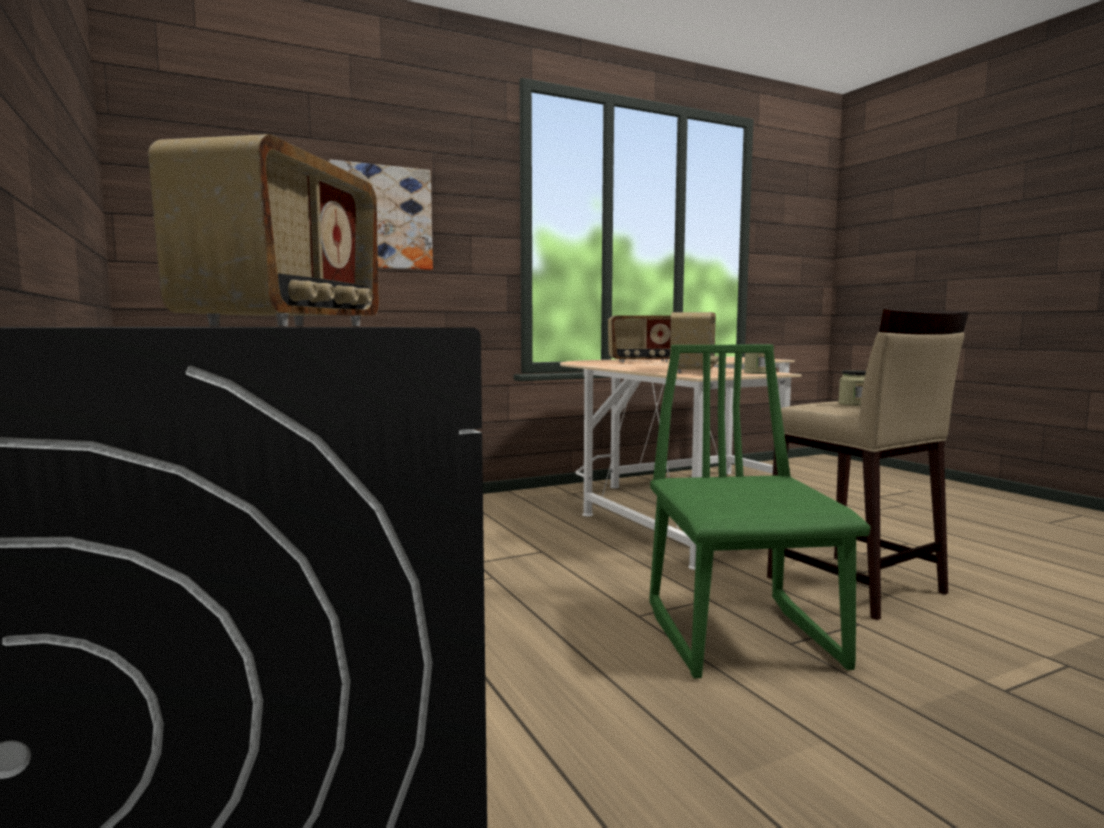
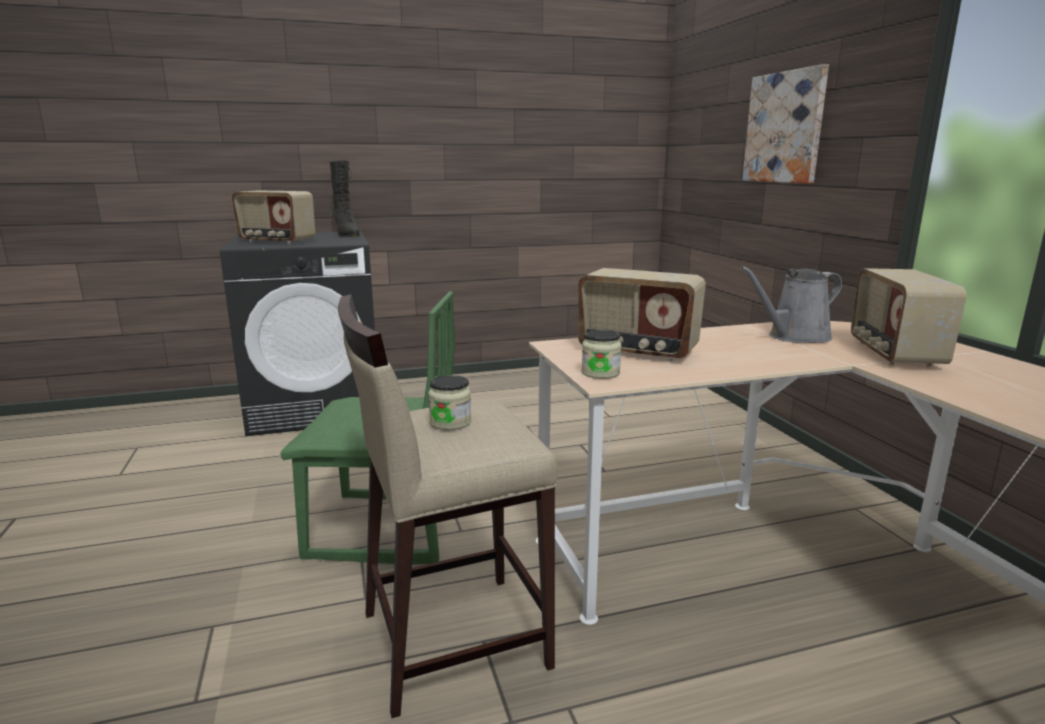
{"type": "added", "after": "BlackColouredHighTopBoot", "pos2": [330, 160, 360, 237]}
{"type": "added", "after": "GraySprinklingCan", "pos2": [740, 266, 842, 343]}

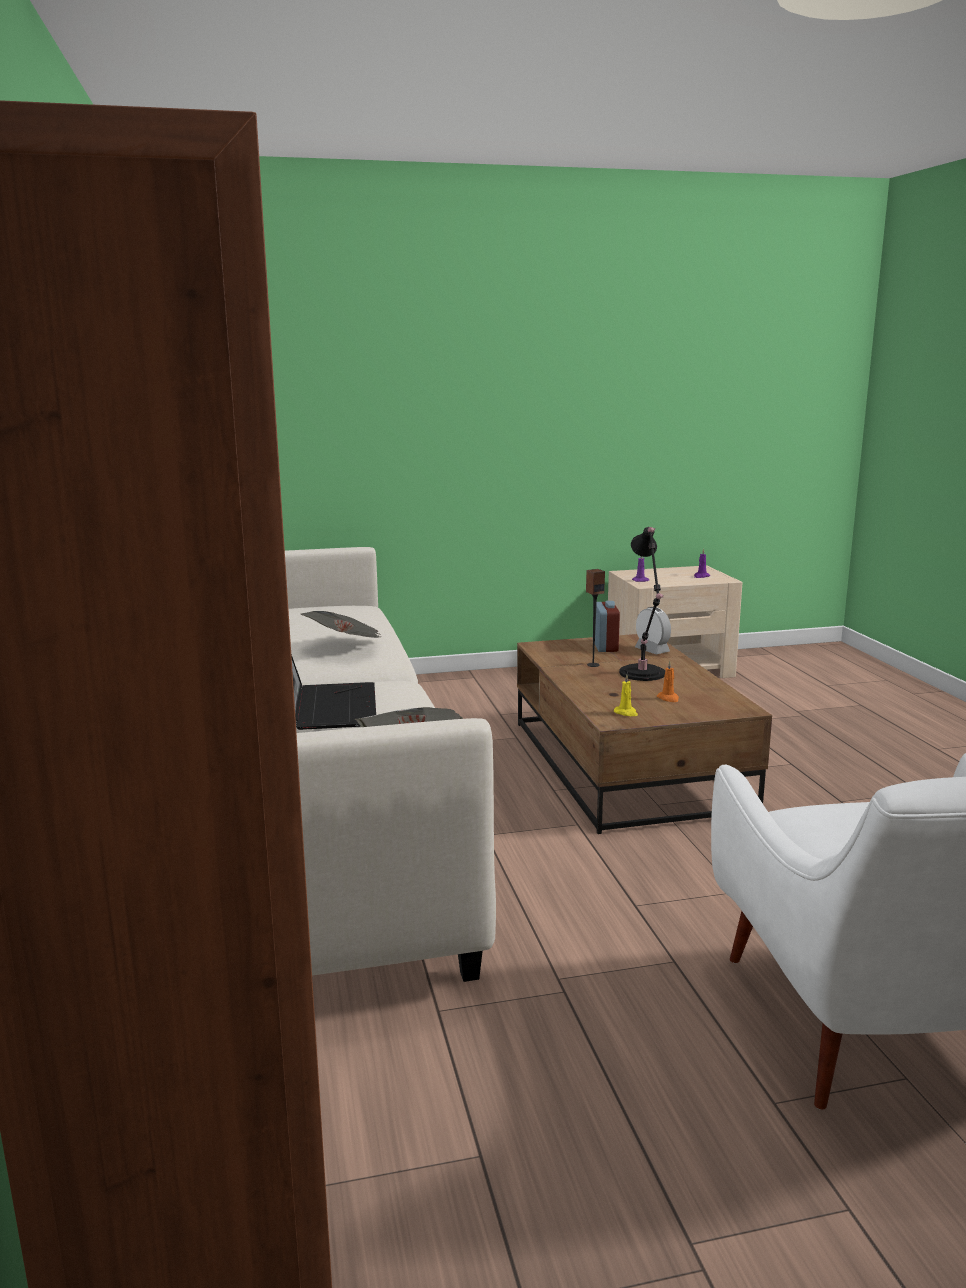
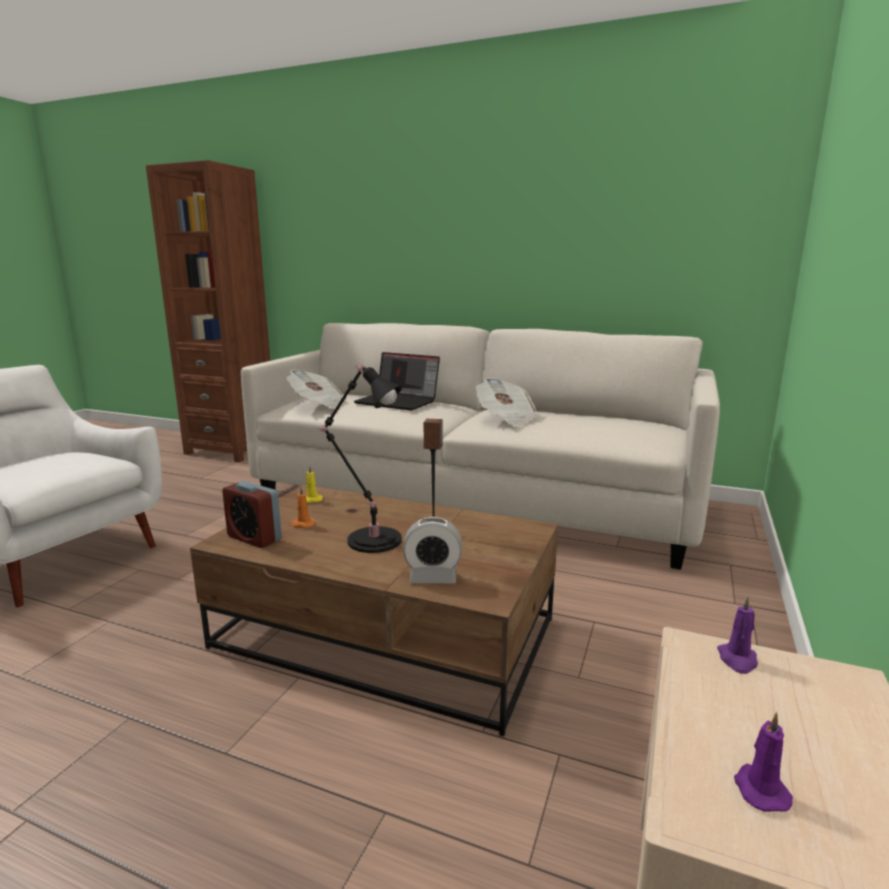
{"type": "moved", "before": "TableClock", "pos1": [595, 601, 620, 652], "pos2": [222, 481, 282, 548]}

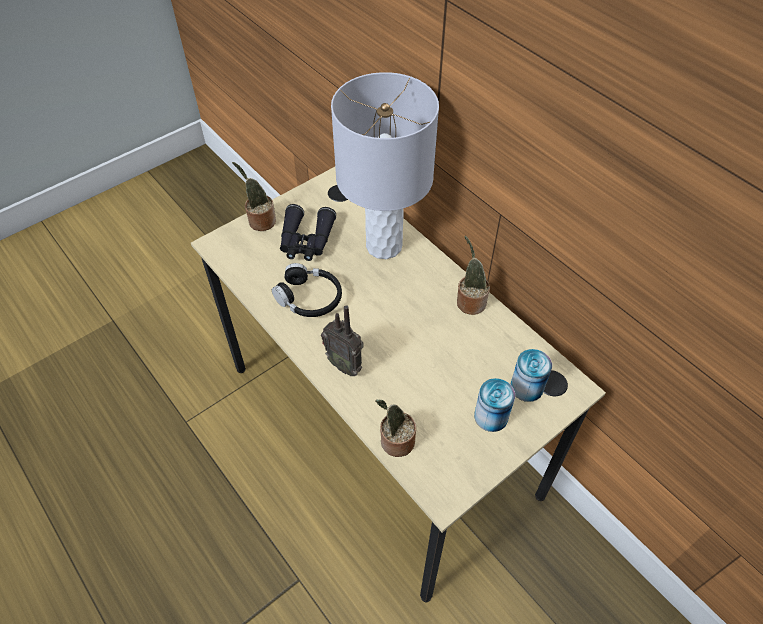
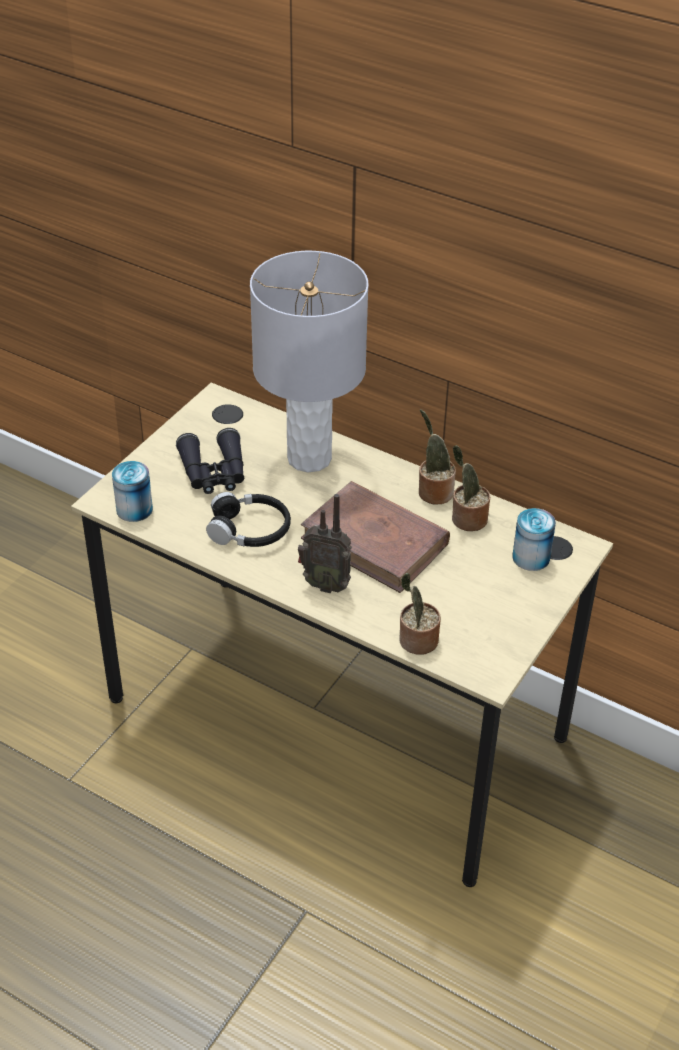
{"type": "moved", "before": "SealedCan", "pos1": [474, 378, 515, 432], "pos2": [112, 461, 153, 522]}
{"type": "added", "after": "BrownVolume", "pos2": [301, 481, 450, 593]}
{"type": "moved", "before": "PlantInAPot", "pos1": [232, 162, 276, 231], "pos2": [452, 445, 490, 531]}

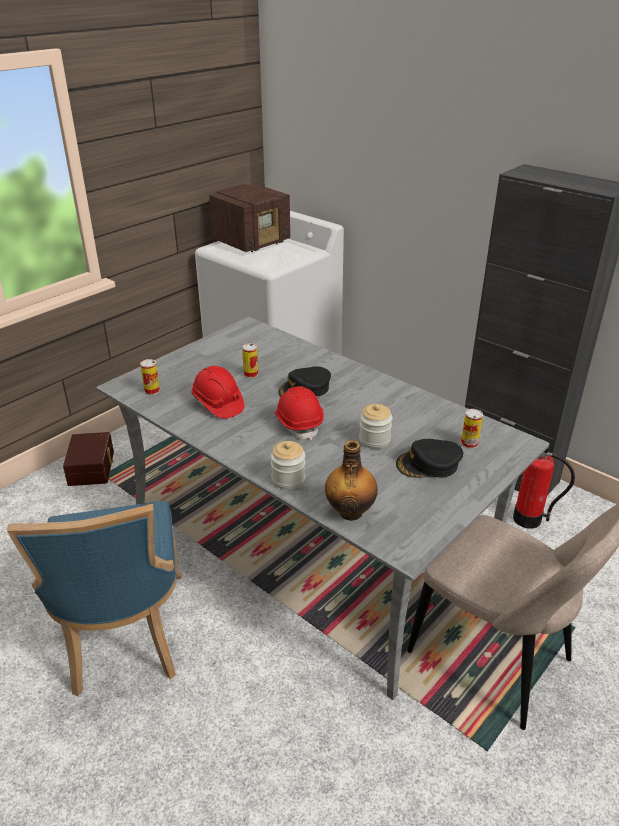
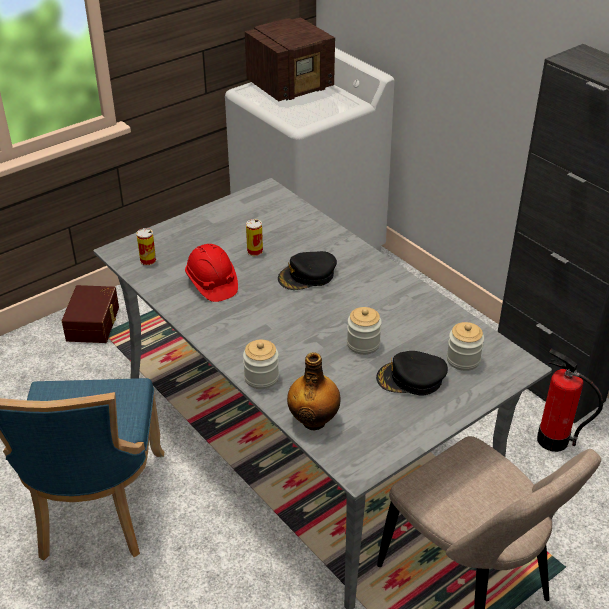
{"type": "replaced", "before": "SealedCan", "after": "StorageJar", "pos1": [461, 409, 483, 449], "pos2": [447, 322, 484, 371]}
{"type": "removed", "before": "RedSafetyHelmet", "pos1": [274, 387, 324, 440]}

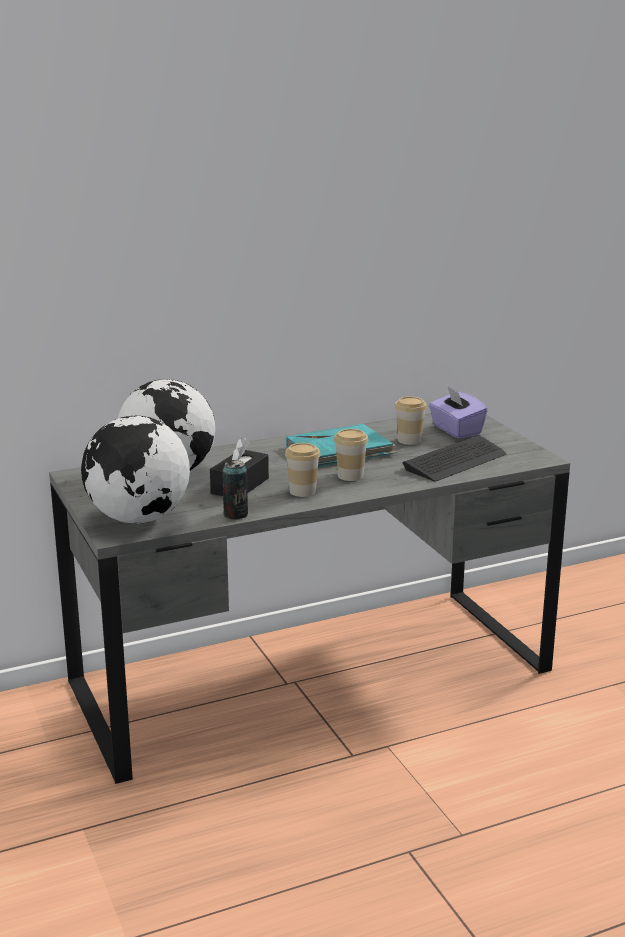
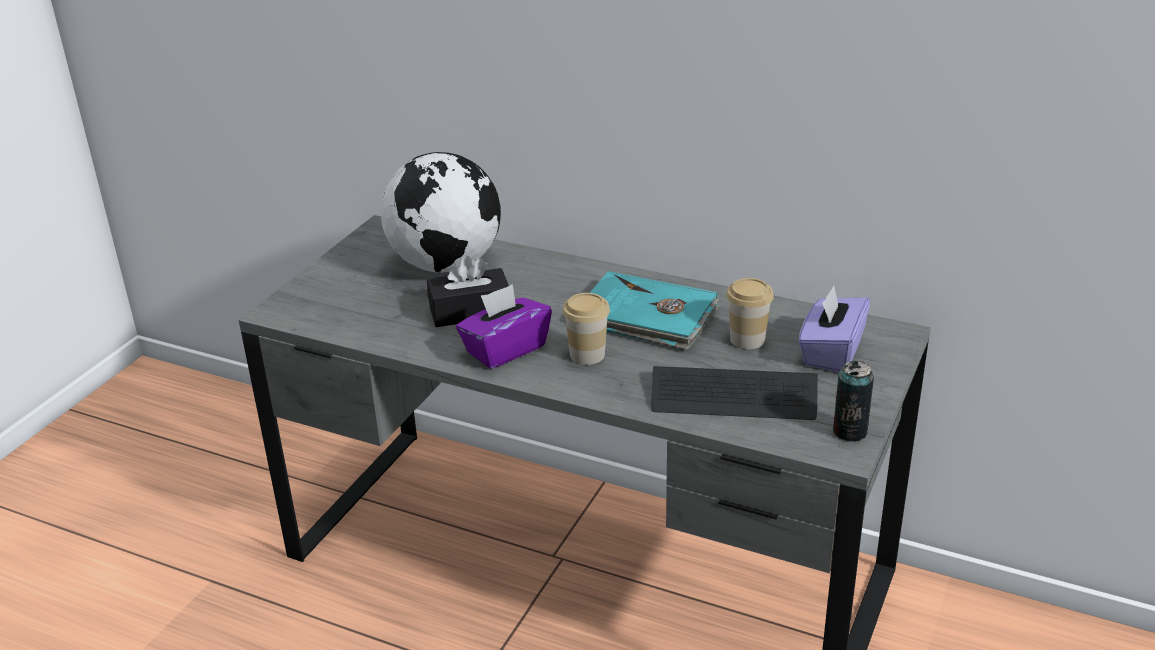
{"type": "replaced", "before": "DrinkingCup", "after": "PurplishTissueBox", "pos1": [285, 443, 321, 497], "pos2": [456, 284, 552, 369]}
{"type": "moved", "before": "SealedCan", "pos1": [222, 460, 248, 520], "pos2": [833, 361, 874, 442]}
{"type": "removed", "before": "WorldGlobe", "pos1": [81, 416, 190, 524]}

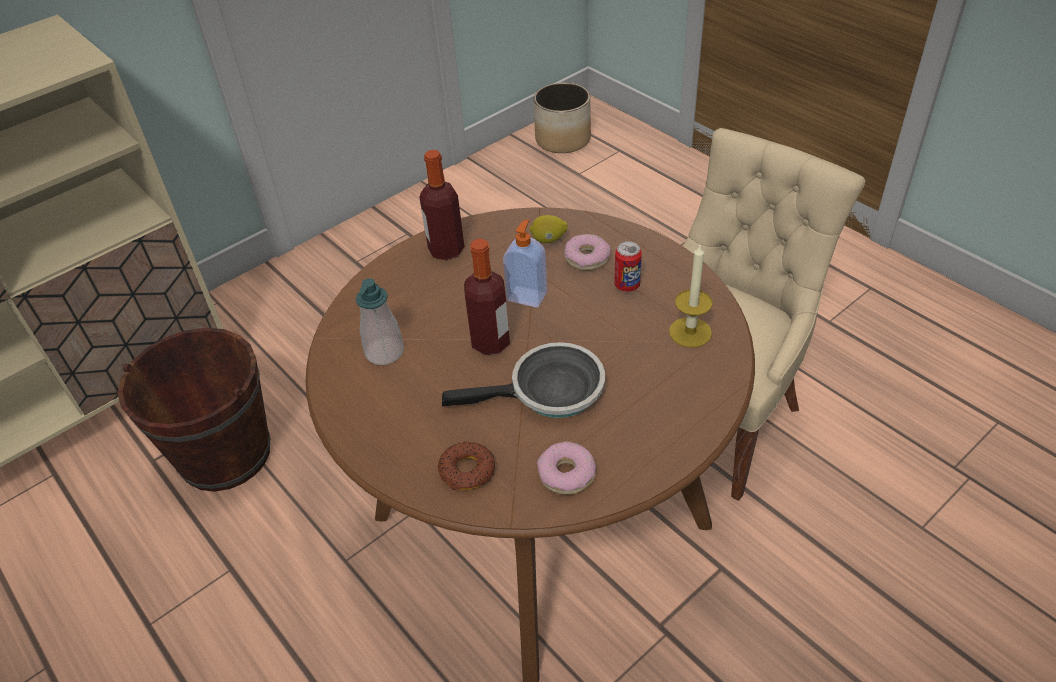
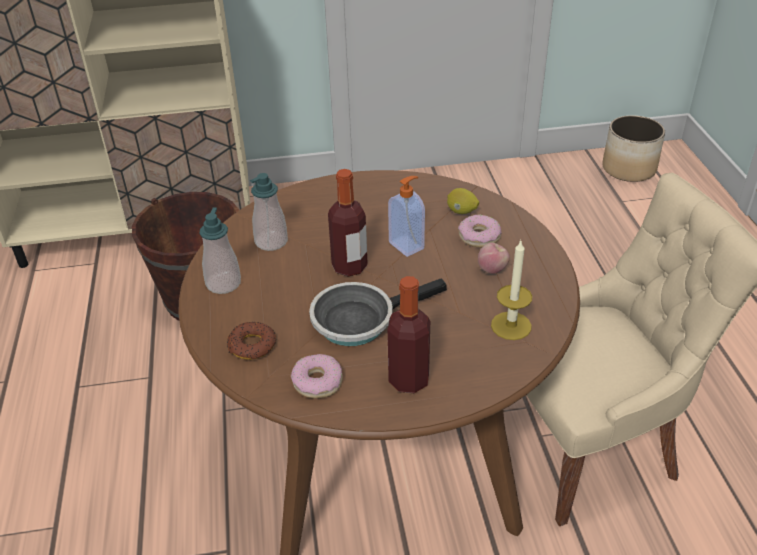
{"type": "added", "after": "SoapDispenser", "pos2": [199, 207, 241, 294]}
{"type": "turned", "before": "Pan", "pos1": [442, 342, 605, 418], "pos2": [309, 278, 447, 346], "turn": 135}
{"type": "moved", "before": "Bottle", "pos1": [419, 150, 465, 260], "pos2": [388, 276, 430, 393]}
{"type": "replaced", "before": "SealedCan", "after": "Apple", "pos1": [615, 242, 642, 292], "pos2": [478, 243, 510, 274]}

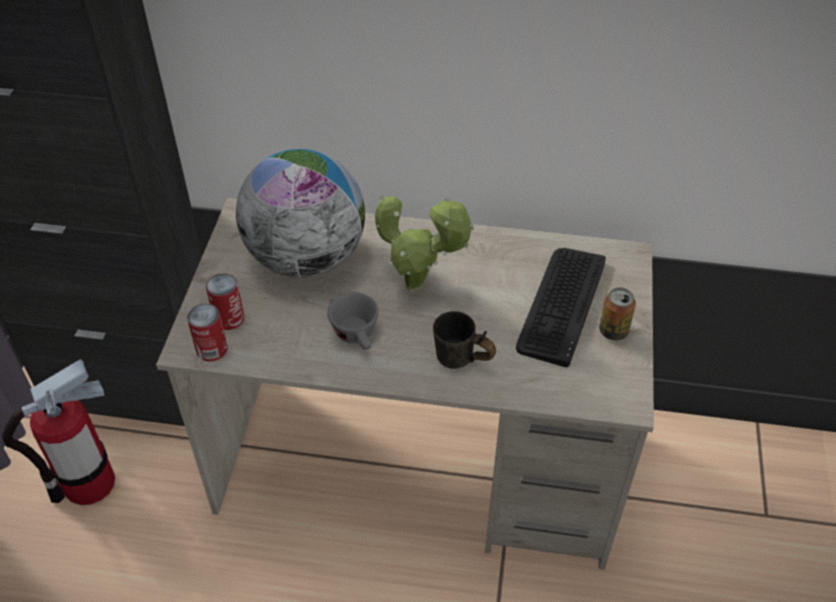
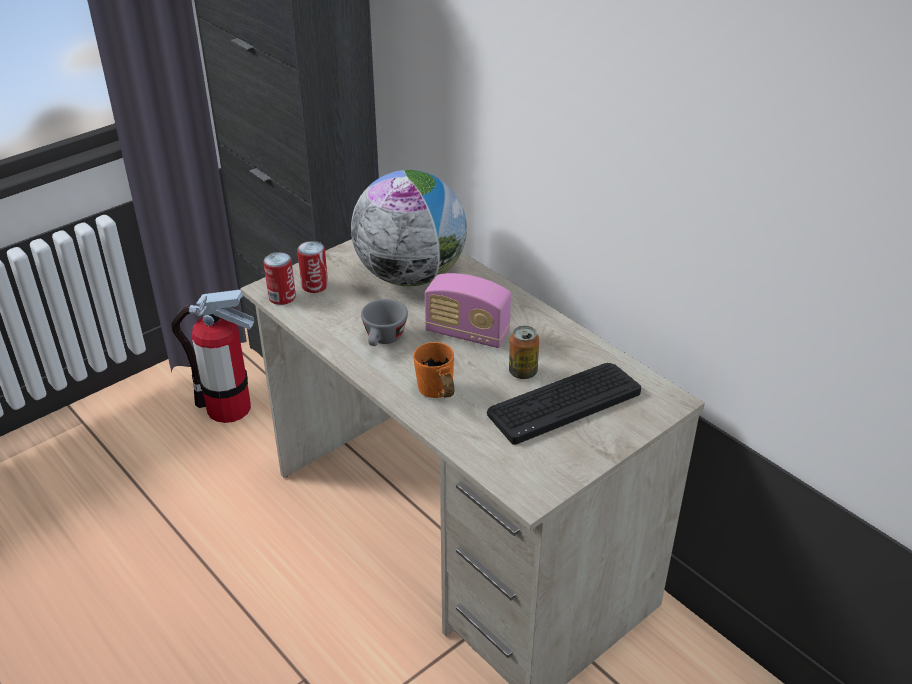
{"type": "recoloured", "before": "GrayCoffeeMug", "after": "OrangeColouredCoffeeMug", "pos1": [433, 311, 496, 369], "pos2": [413, 342, 455, 398]}
{"type": "replaced", "before": "PlantInAPot", "after": "RadioSet", "pos1": [375, 195, 474, 292], "pos2": [425, 273, 511, 348]}
{"type": "moved", "before": "SealedCan", "pos1": [599, 288, 636, 340], "pos2": [509, 326, 539, 379]}

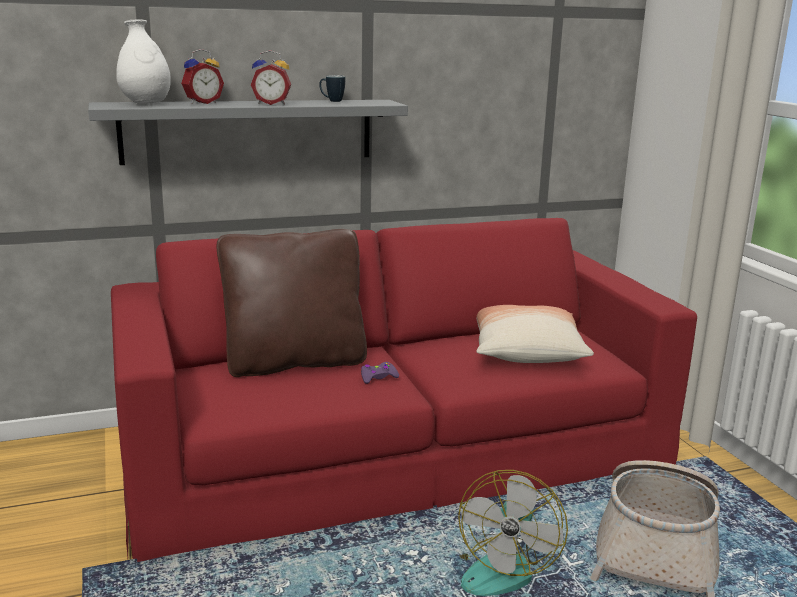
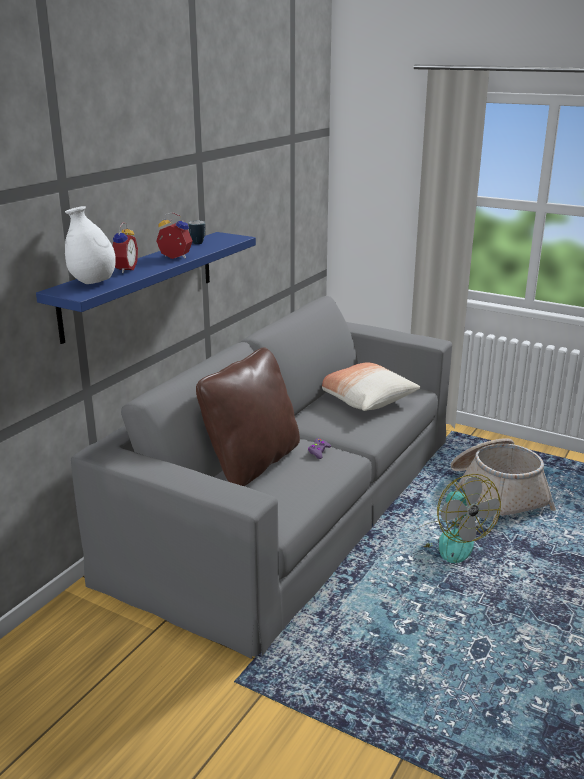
{"type": "recoloured", "before": "GrayShelf", "after": "BlueShelf", "pos1": [88, 100, 408, 165], "pos2": [36, 232, 256, 344]}
{"type": "recoloured", "before": "RedSettee", "after": "GraySettee", "pos1": [111, 218, 697, 562], "pos2": [71, 296, 452, 659]}
{"type": "turned", "before": "TableClock", "pos1": [251, 50, 291, 105], "pos2": [156, 212, 192, 259], "turn": -120}

